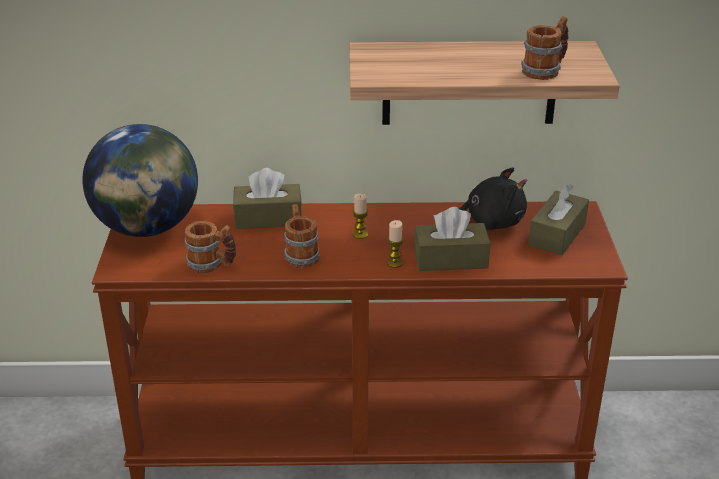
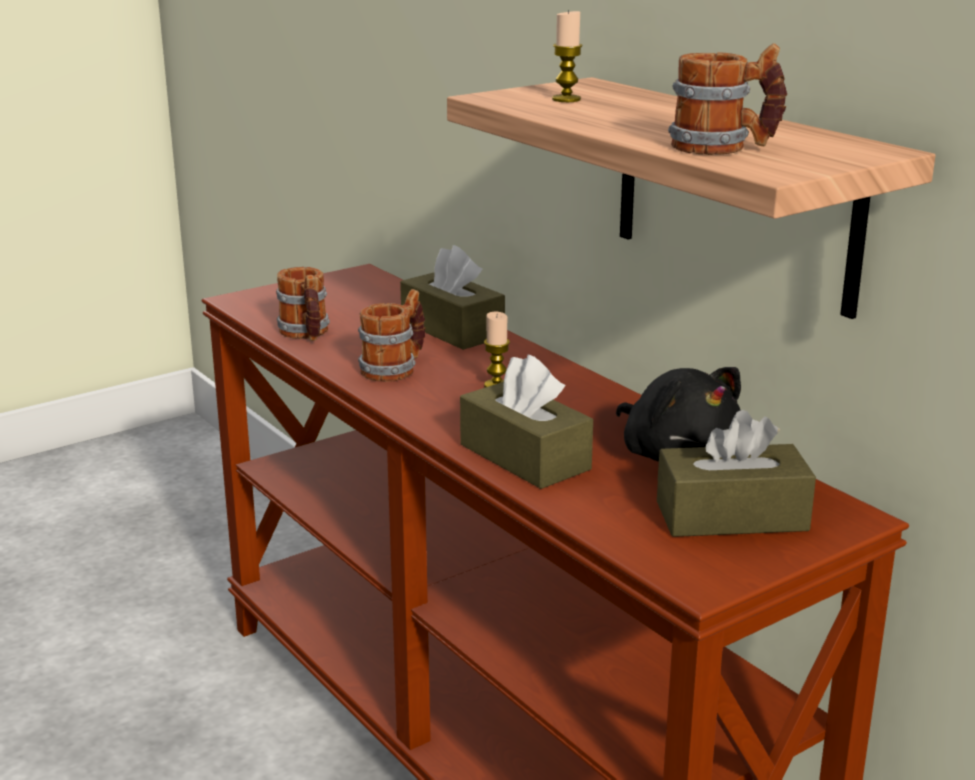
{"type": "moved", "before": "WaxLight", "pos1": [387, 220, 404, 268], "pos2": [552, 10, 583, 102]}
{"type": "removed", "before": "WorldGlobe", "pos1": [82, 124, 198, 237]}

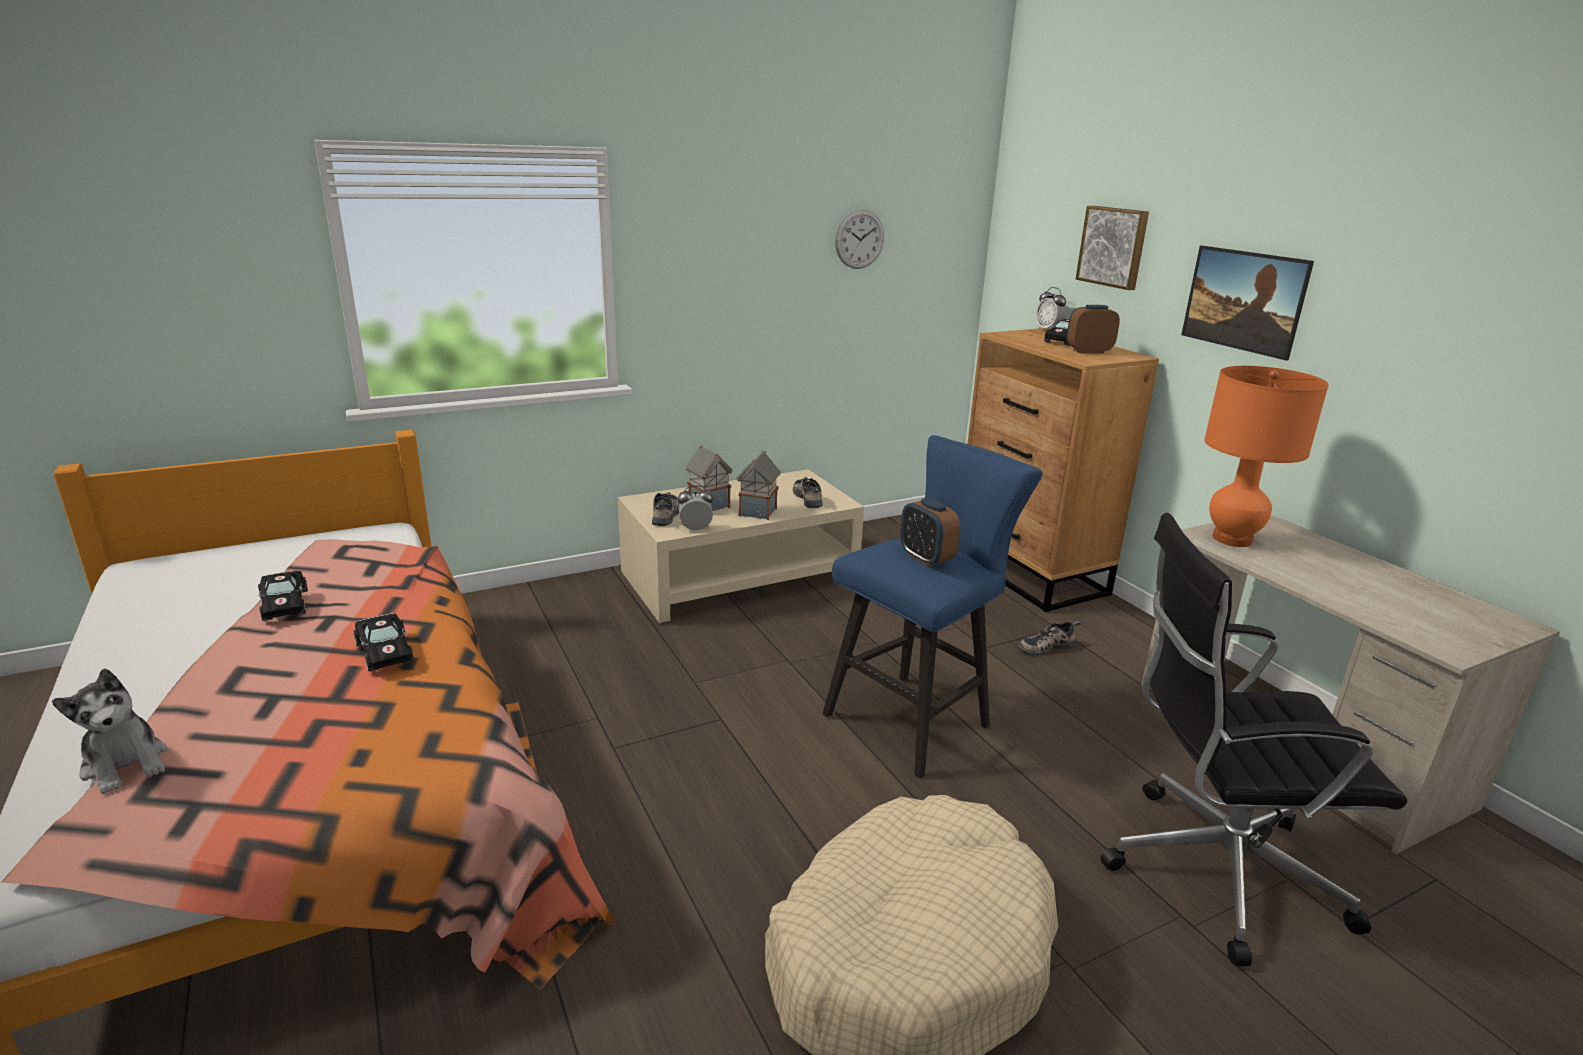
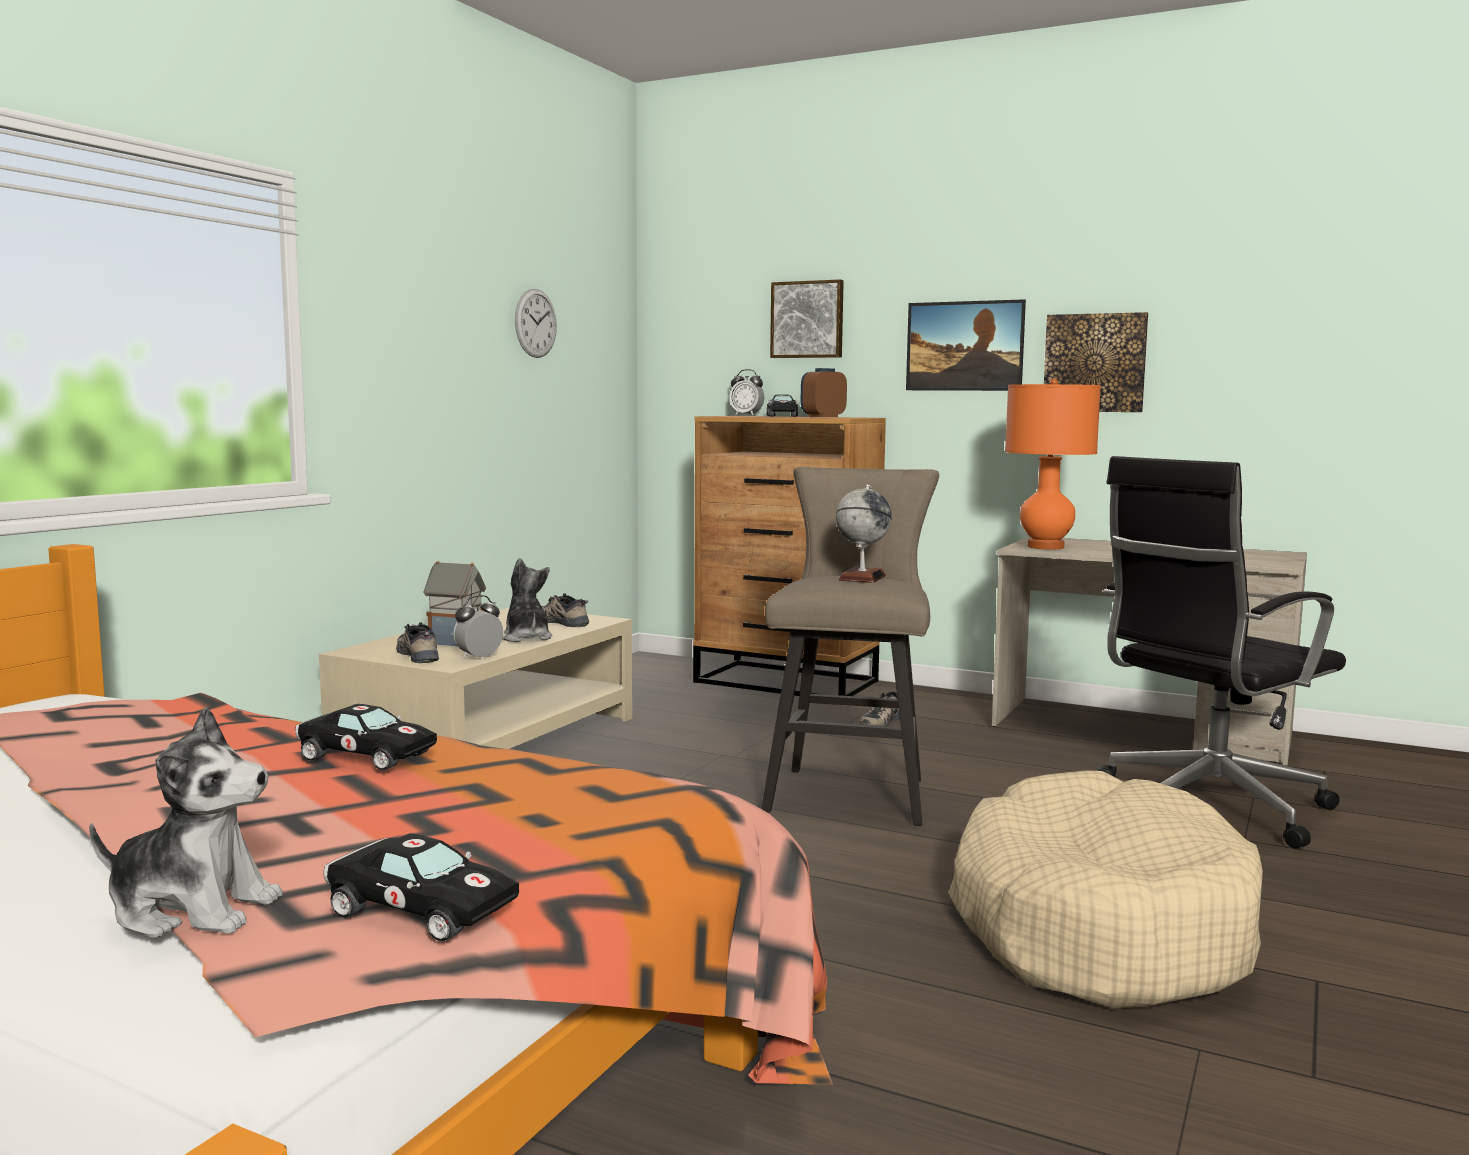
{"type": "moved", "before": "BlackColouredModelCar", "pos1": [258, 570, 308, 621], "pos2": [324, 833, 519, 941]}
{"type": "replaced", "before": "ToyHouse", "after": "SoftToy", "pos1": [736, 451, 781, 520], "pos2": [502, 558, 552, 642]}
{"type": "recoloured", "before": "BlueStoolSeat", "after": "BeigeStoolSeat", "pos1": [823, 435, 1043, 779], "pos2": [761, 467, 939, 826]}
{"type": "replaced", "before": "TableClock", "after": "WorldGlobe", "pos1": [900, 498, 960, 567], "pos2": [836, 485, 892, 583]}
{"type": "added", "after": "WallPicture", "pos2": [1044, 312, 1148, 412]}

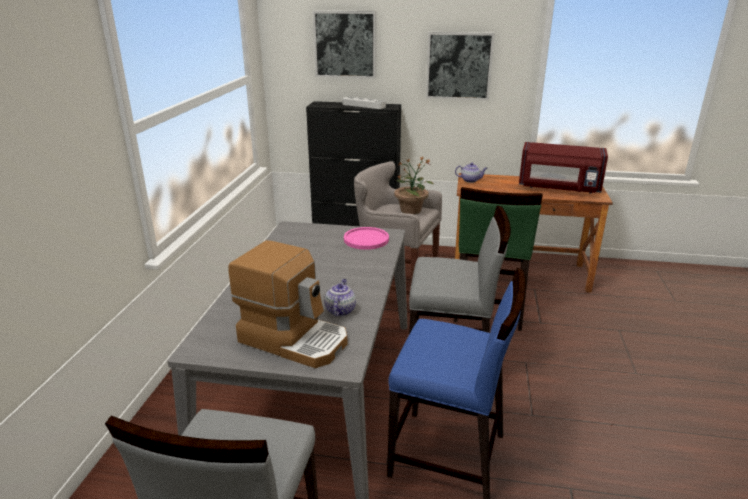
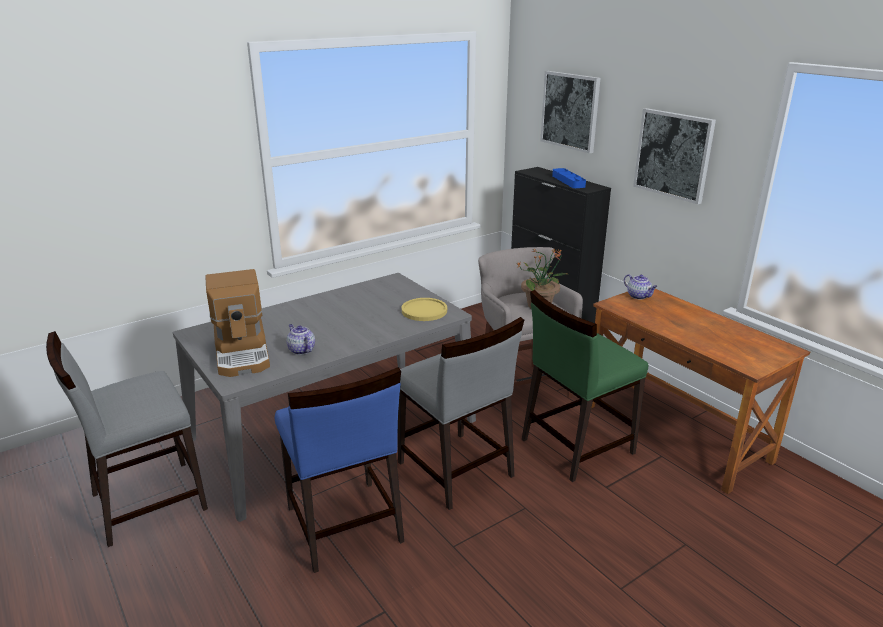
{"type": "turned", "before": "Teapot", "pos1": [324, 279, 356, 316], "pos2": [286, 324, 315, 355], "turn": -90}
{"type": "recoloured", "before": "PinkColouredFlatDish", "after": "YellowFlatDish", "pos1": [344, 227, 389, 250], "pos2": [402, 298, 447, 321]}
{"type": "recoloured", "before": "GrayCarryingTray", "after": "BlueCarryingTray", "pos1": [342, 97, 386, 109], "pos2": [552, 168, 586, 188]}
{"type": "removed", "before": "RedMicrowaveOven", "pos1": [519, 142, 608, 194]}

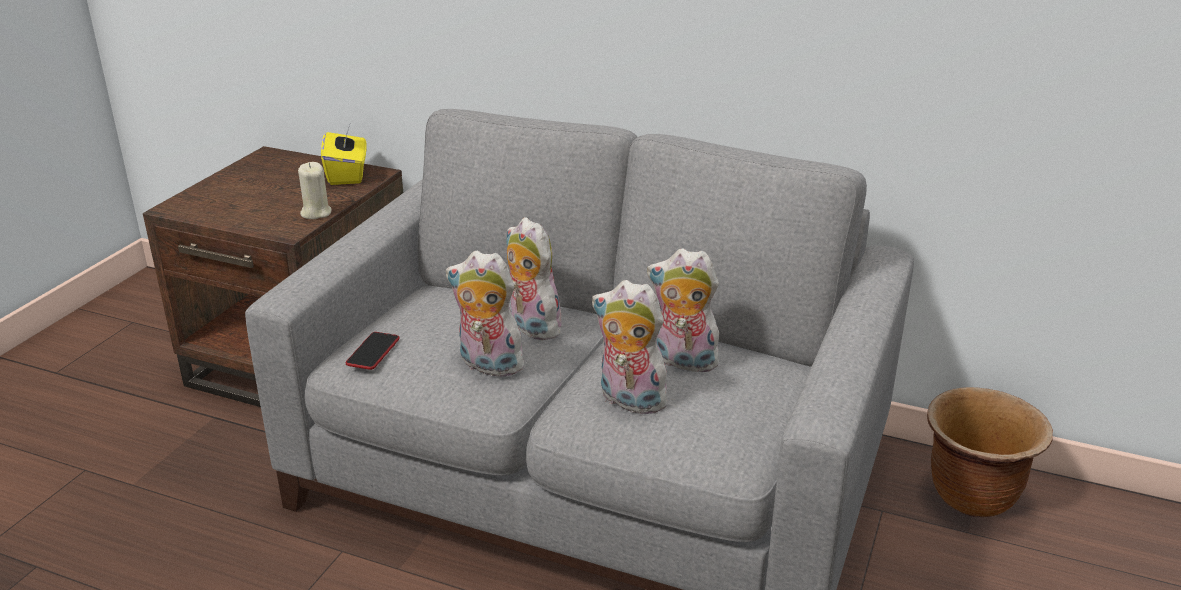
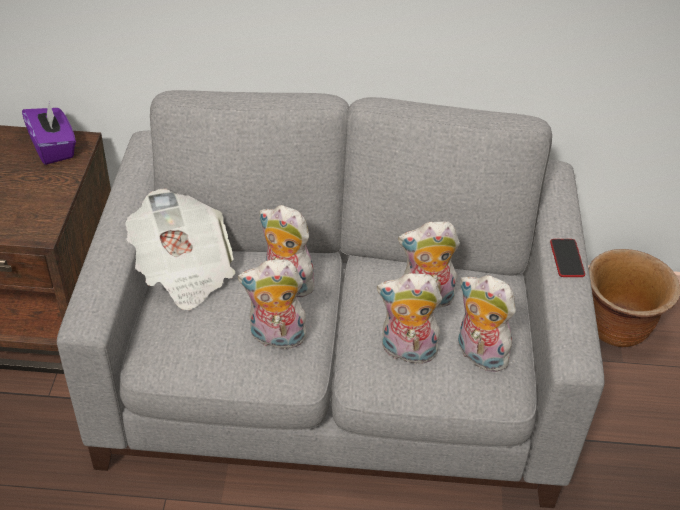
{"type": "recoloured", "before": "YellowTissueBox", "after": "PurplishTissueBox", "pos1": [321, 124, 367, 185], "pos2": [22, 102, 76, 165]}
{"type": "added", "after": "DailyPaper", "pos2": [125, 188, 235, 310]}
{"type": "added", "after": "SoftToy", "pos2": [458, 275, 516, 372]}
{"type": "moved", "before": "Telephone", "pos1": [346, 332, 400, 370], "pos2": [550, 239, 585, 277]}
{"type": "removed", "before": "BeigeWaxLight", "pos1": [298, 162, 332, 219]}

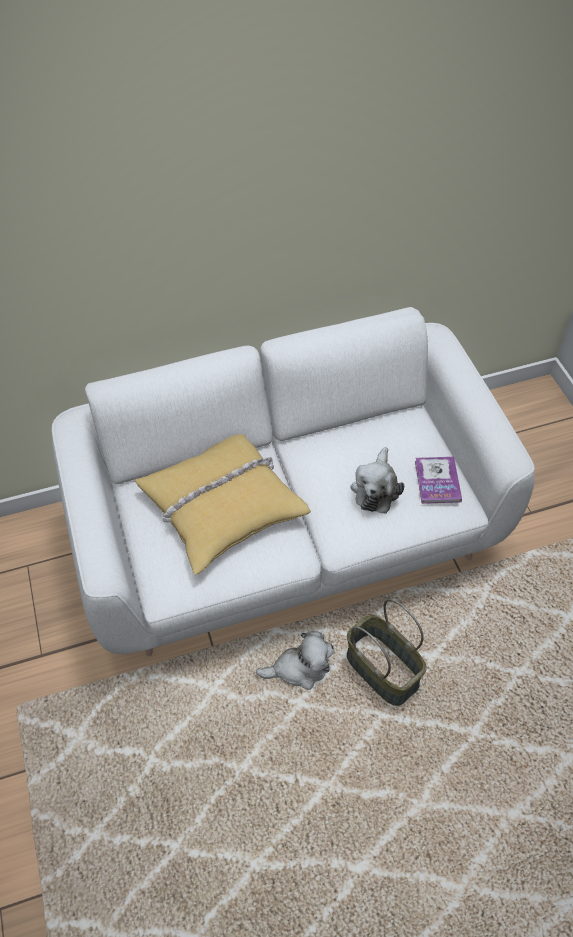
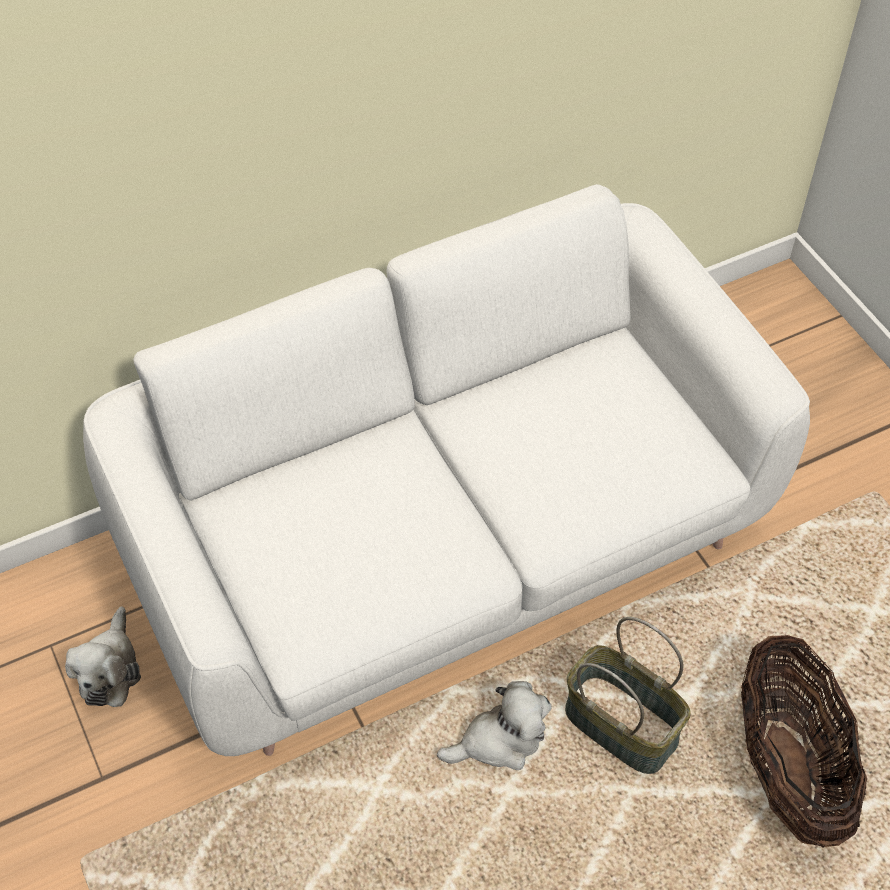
{"type": "moved", "before": "SoftToy", "pos1": [351, 447, 404, 513], "pos2": [65, 606, 141, 707]}
{"type": "added", "after": "Basket", "pos2": [741, 635, 867, 847]}
{"type": "removed", "before": "YellowCushion", "pos1": [135, 434, 311, 575]}
{"type": "removed", "before": "Volume", "pos1": [415, 457, 462, 504]}

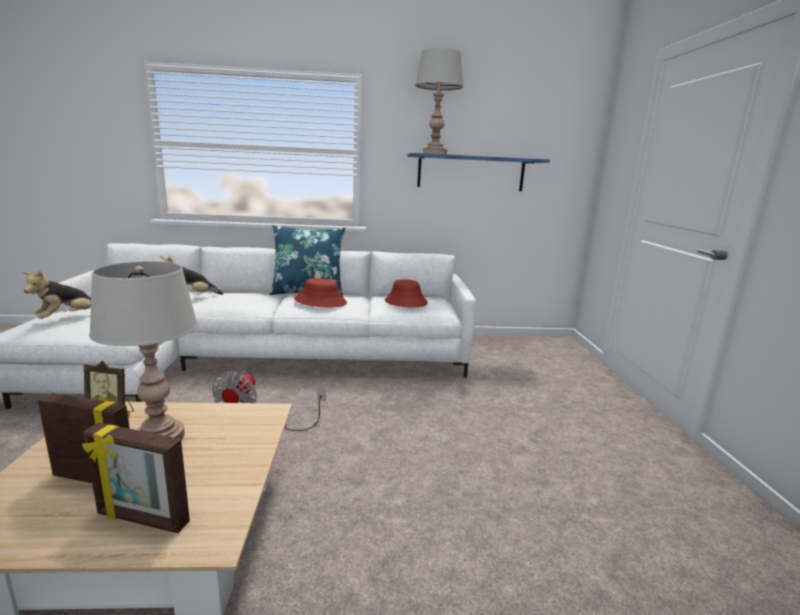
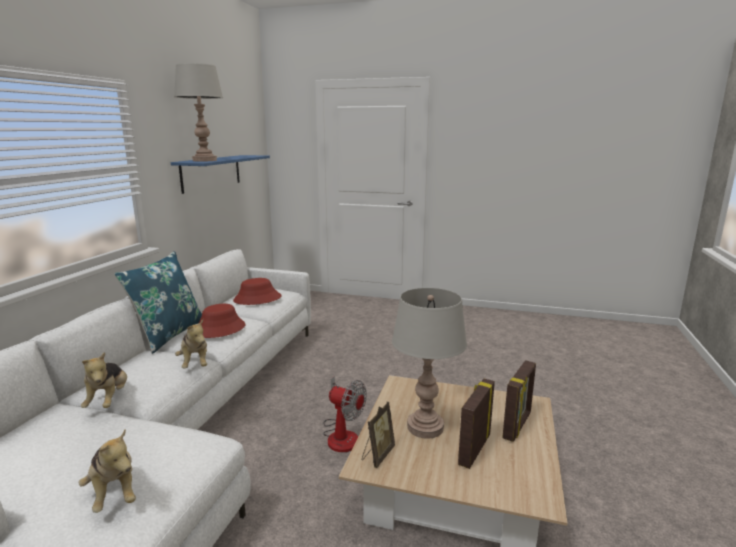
{"type": "added", "after": "SoftToy", "pos2": [175, 319, 207, 368]}

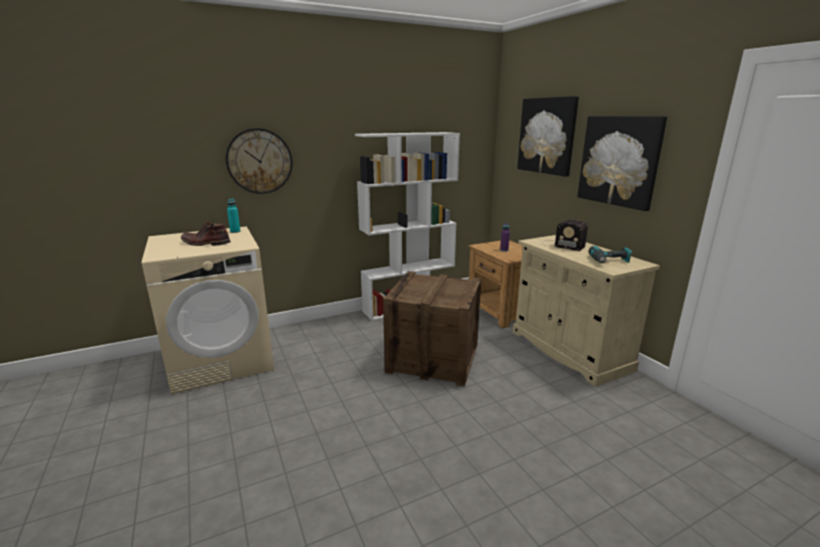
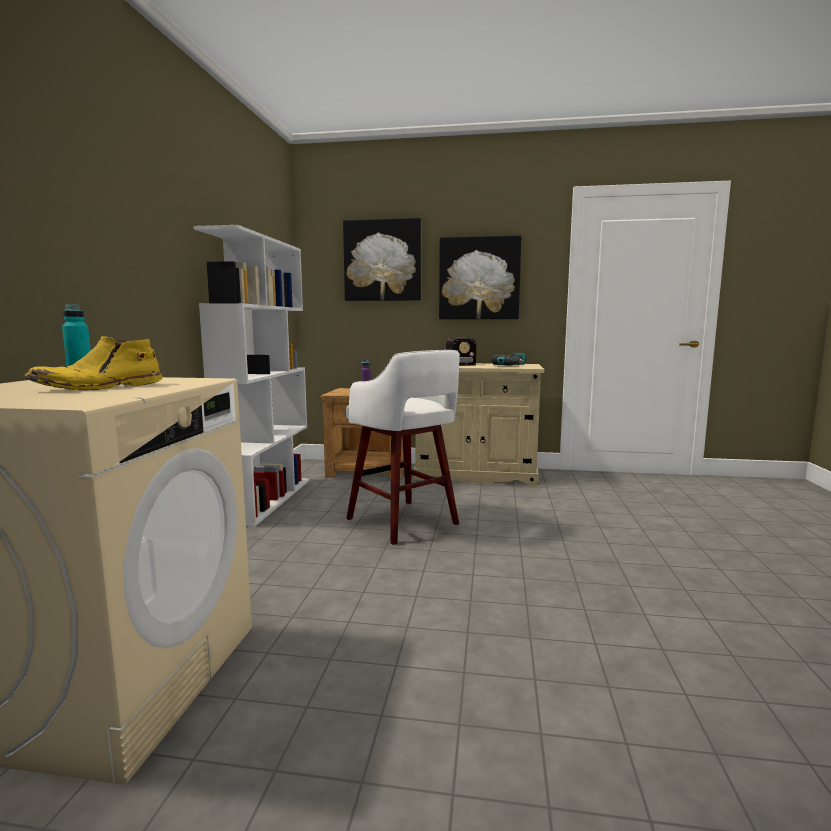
{"type": "recoloured", "before": "BrownHighTopBoot", "after": "YellowHighTopBoot", "pos1": [181, 222, 231, 246], "pos2": [24, 336, 163, 390]}
{"type": "replaced", "before": "PackingCrate", "after": "WhiteStoolSeat", "pos1": [383, 271, 481, 387], "pos2": [346, 350, 459, 545]}
{"type": "removed", "before": "WallClock", "pos1": [226, 128, 293, 194]}

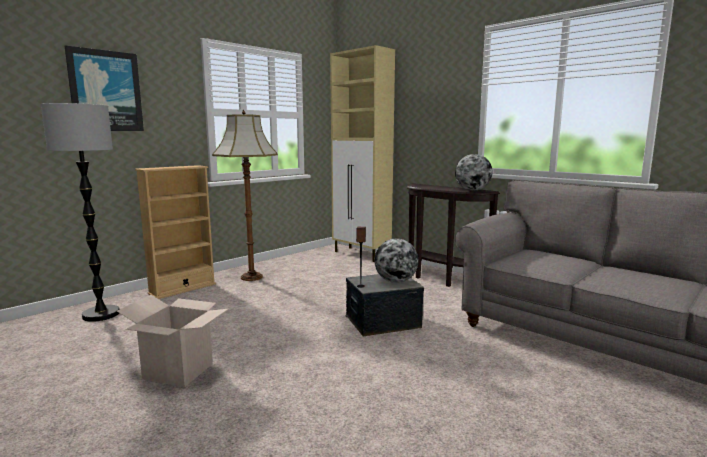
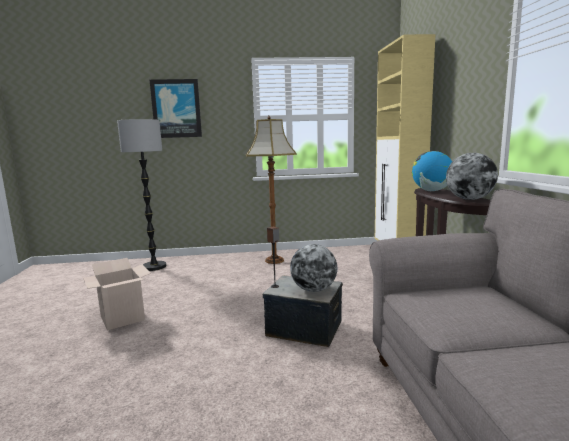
{"type": "added", "after": "WorldGlobe", "pos2": [412, 151, 452, 191]}
{"type": "removed", "before": "BeigeShelvingUnit", "pos1": [135, 165, 216, 299]}

